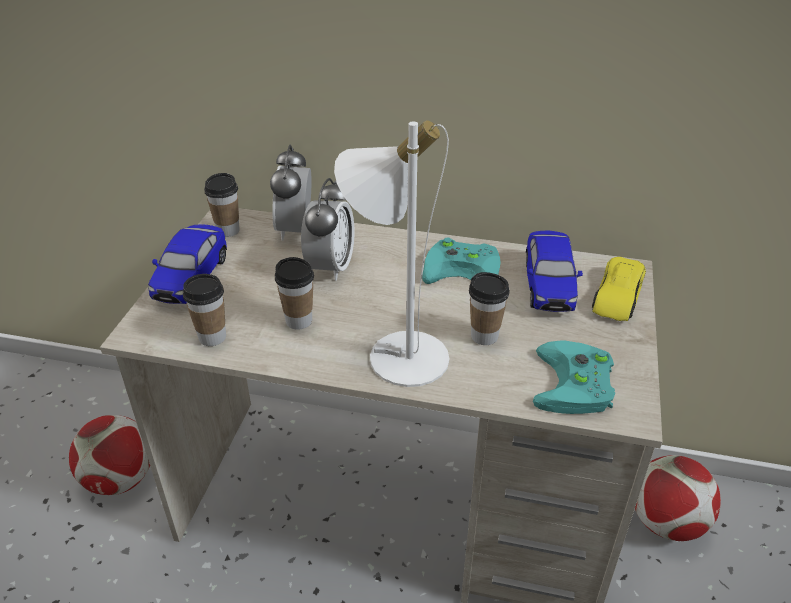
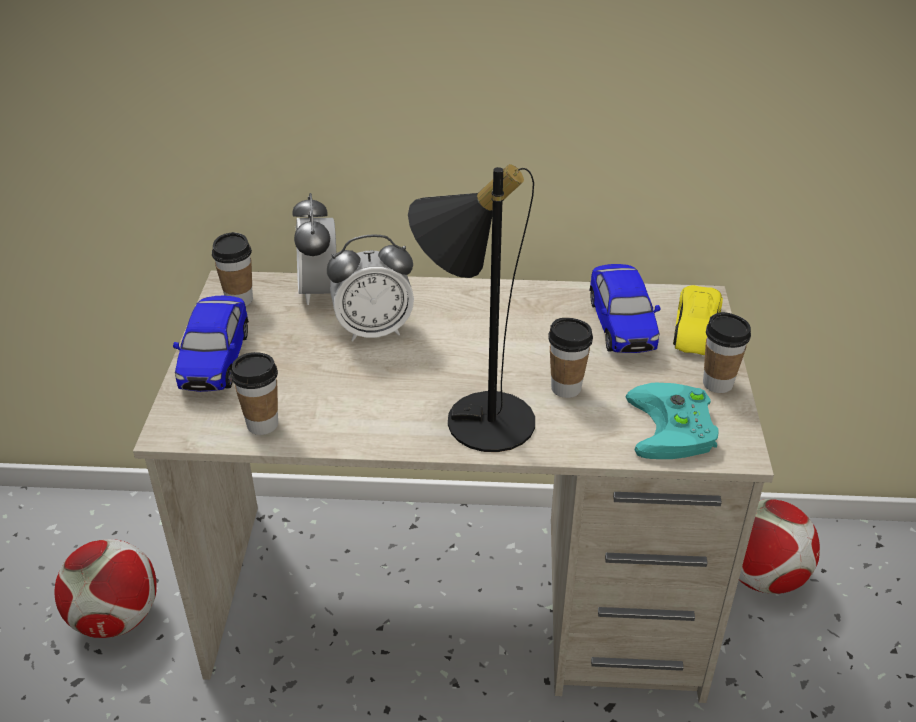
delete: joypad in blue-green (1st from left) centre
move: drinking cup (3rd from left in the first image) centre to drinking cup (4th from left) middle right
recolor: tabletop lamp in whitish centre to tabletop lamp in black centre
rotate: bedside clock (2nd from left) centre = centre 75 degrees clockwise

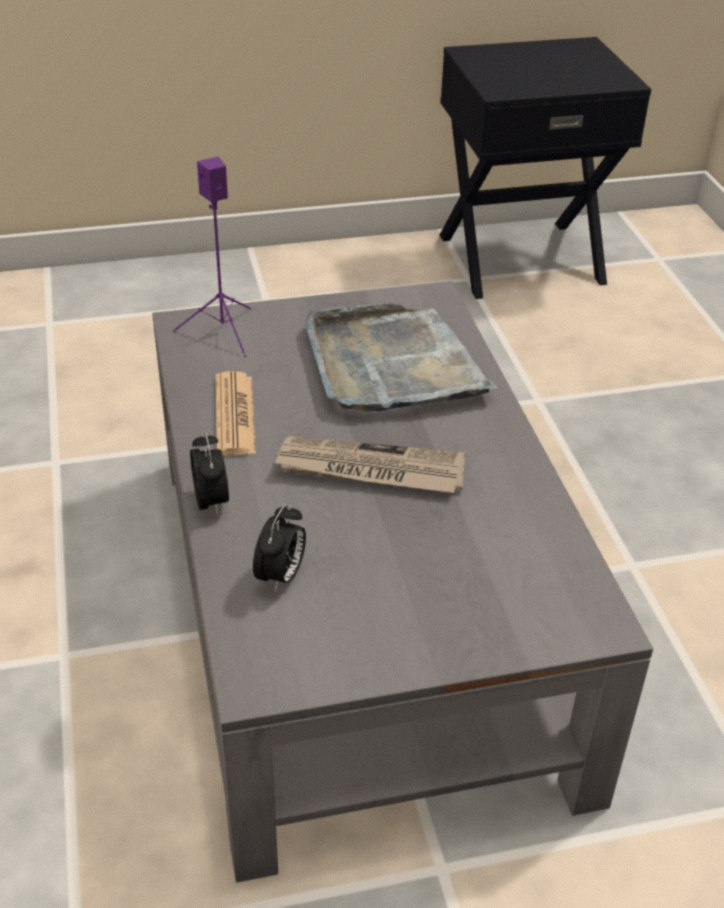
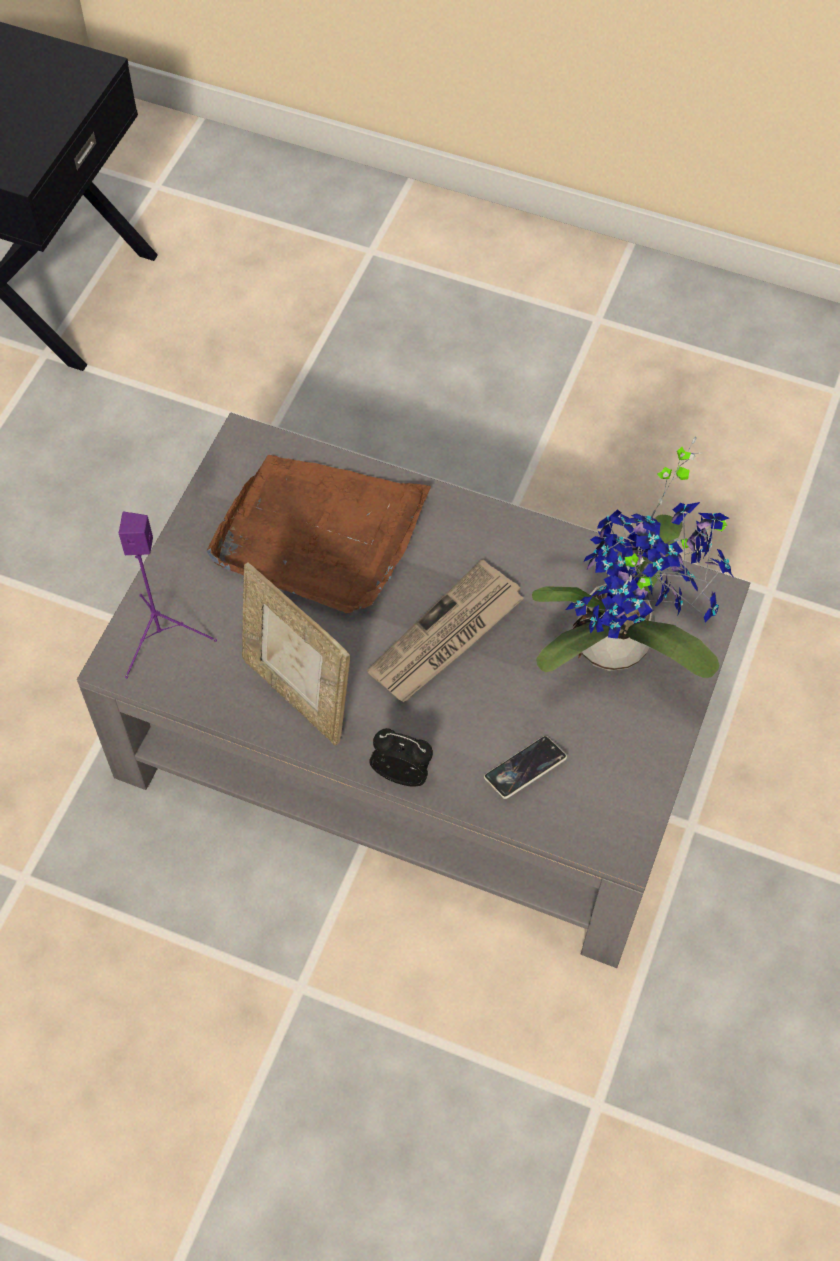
insert: potted plant middle right
replace: daily paper (1st from left) middle left to standing frame centre; bedside clock (2nd from left) centre to handset centre
recolor: tray in greyish centre to tray in brown centre

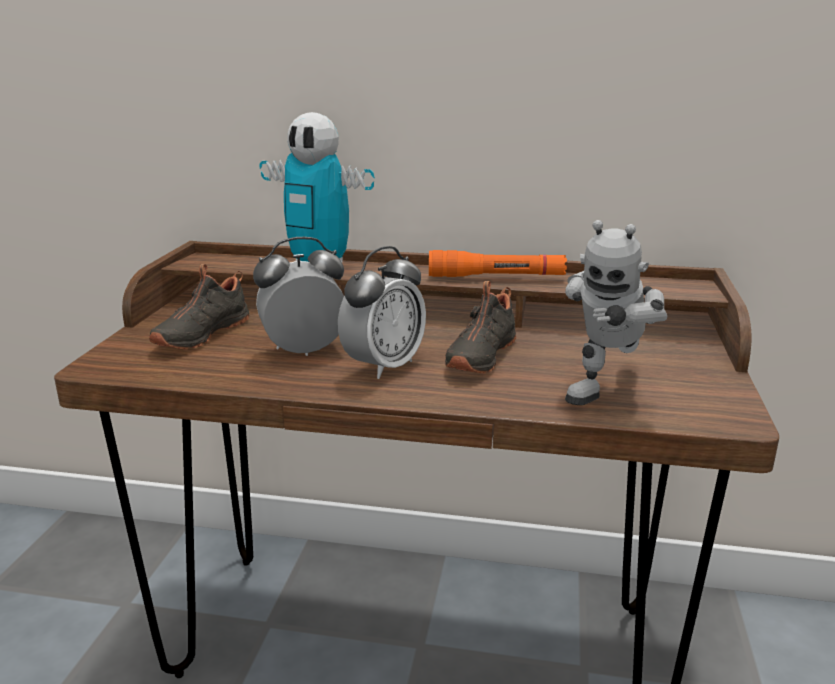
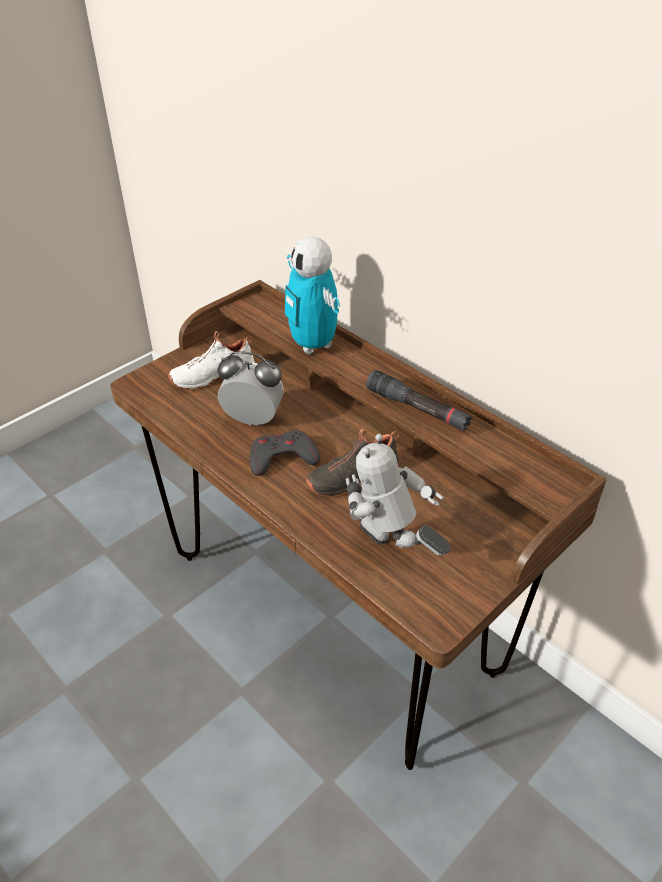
replace: bedside clock (2nd from left) centre to joypad in greyish centre
recolor: low shoe in black (1st from left) middle left to low shoe in whitish middle left; torch in orange centre to torch in black centre
rotate: toy robot (2nd from left) middle right = centre 60 degrees clockwise

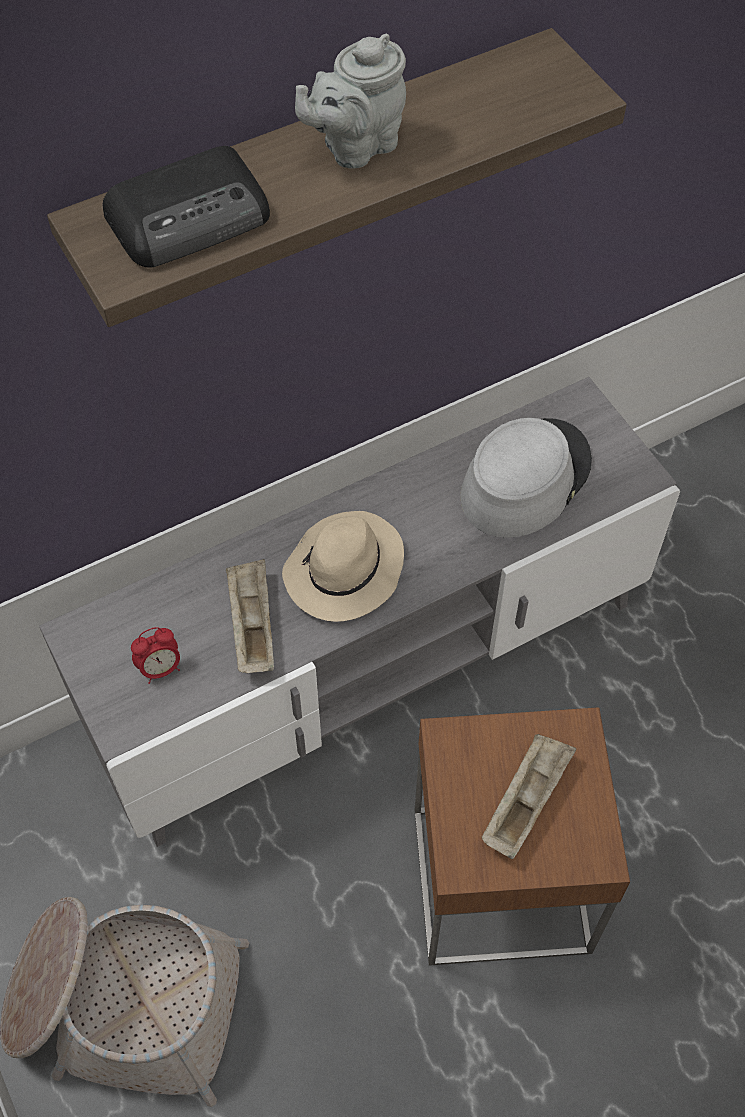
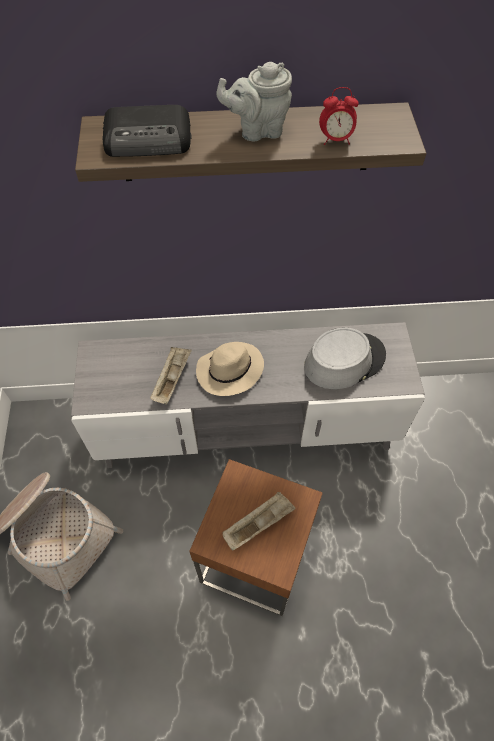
move: bedside clock middle left to top right

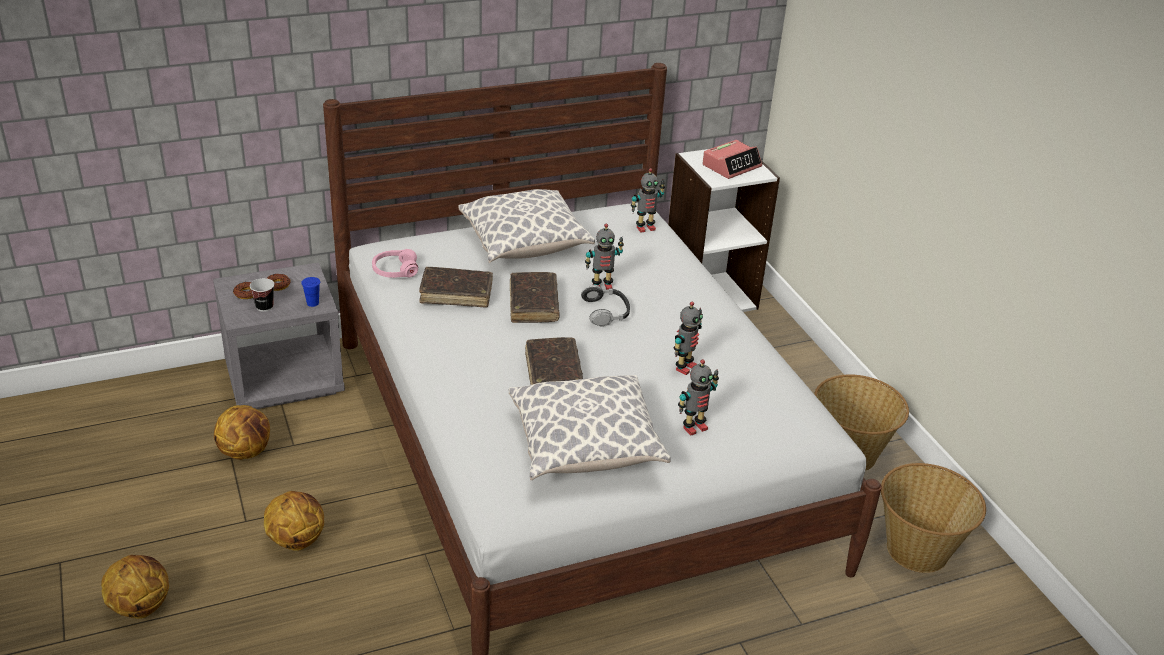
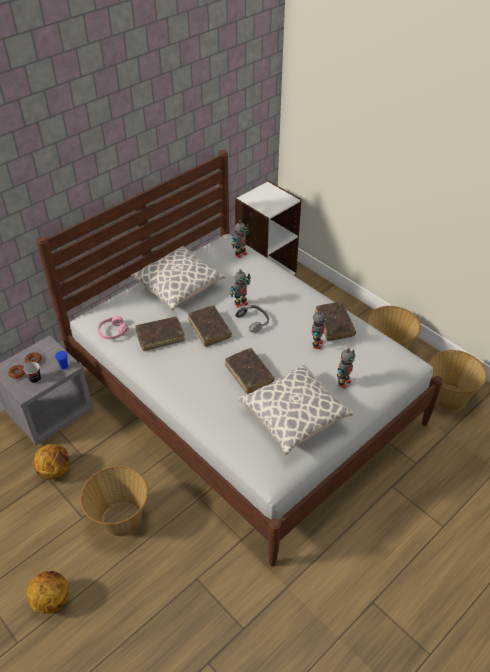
delete: bedside clock top centre
insert: book in brown (4th from left) middle right
replace: basketball (3rd from left) bottom left to basket (1st from left) bottom left

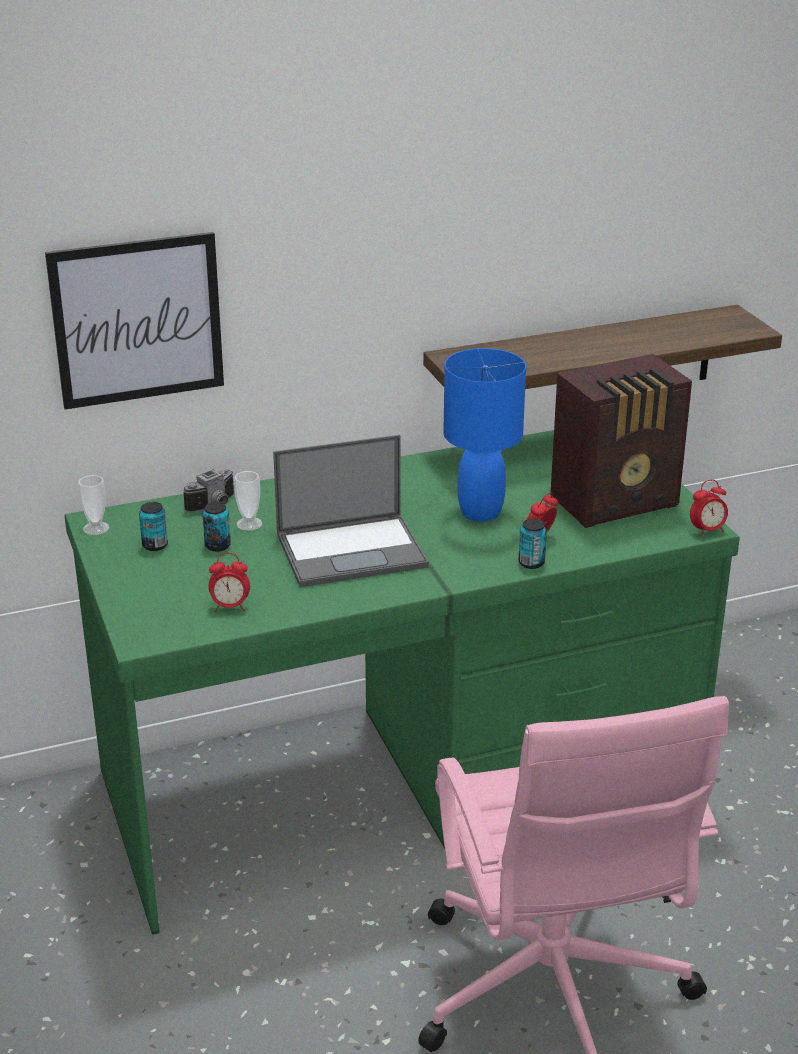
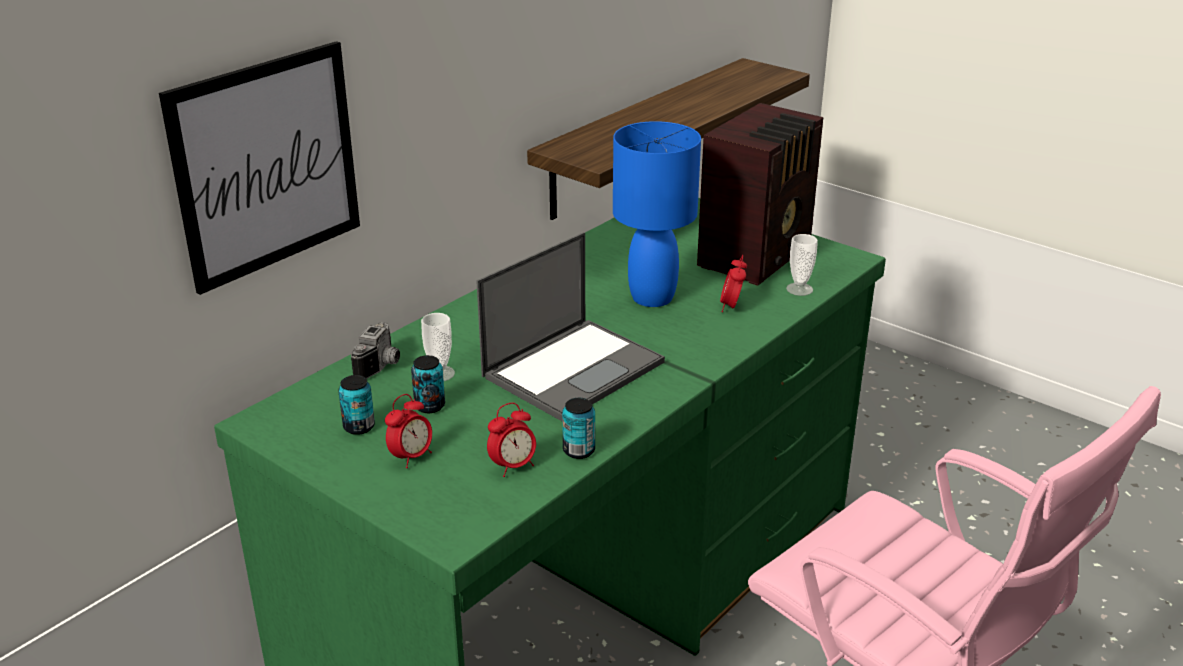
move: drinking cup (1st from left in the first image) middle left to drinking cup (2nd from left) middle right; can (3rd from left) middle right to centre; bedside clock (3rd from left in the first image) middle right to bedside clock (1st from left) centre

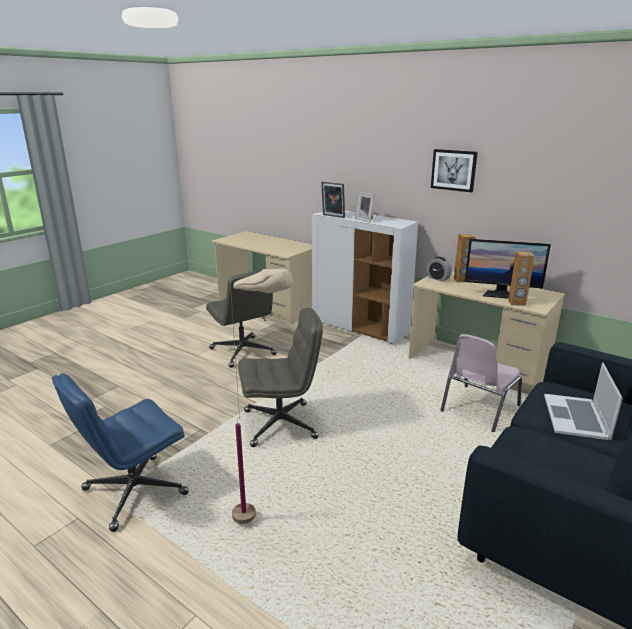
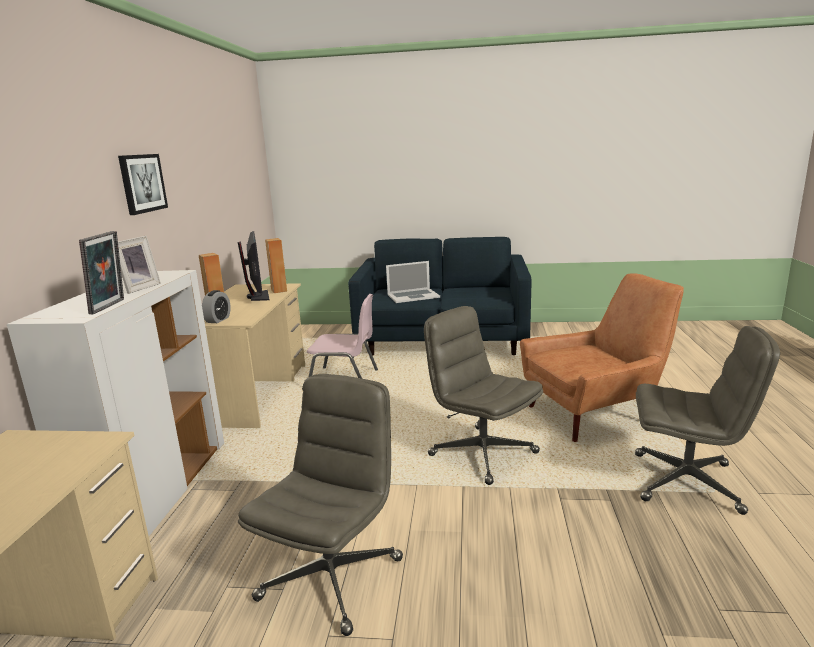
replace: floor lamp in beige-coloured centre to armchair in brown middle right
recolor: office chair in bluish bottom left to office chair in greyish (3rd from left) middle right

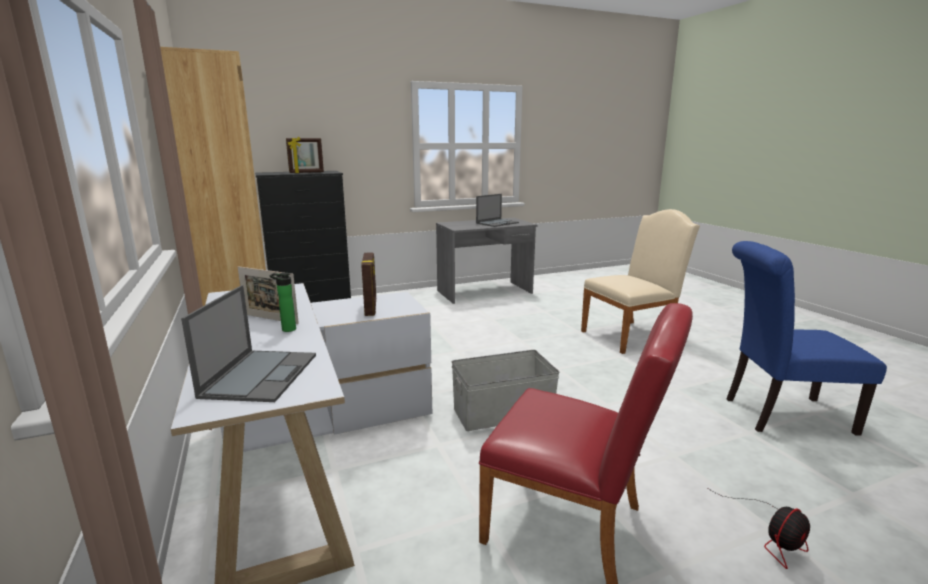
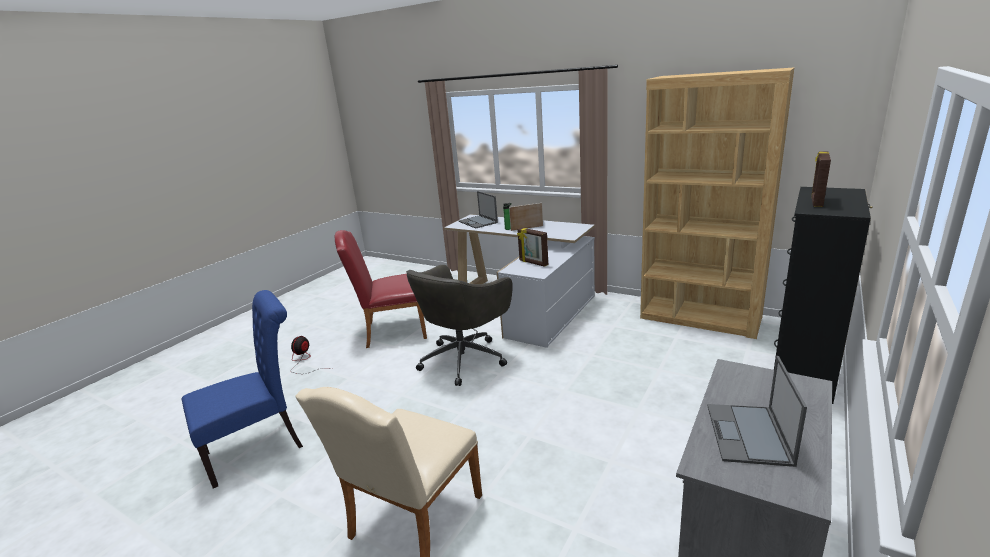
replace: storage box in greyish bottom centre to office chair in greyish centre

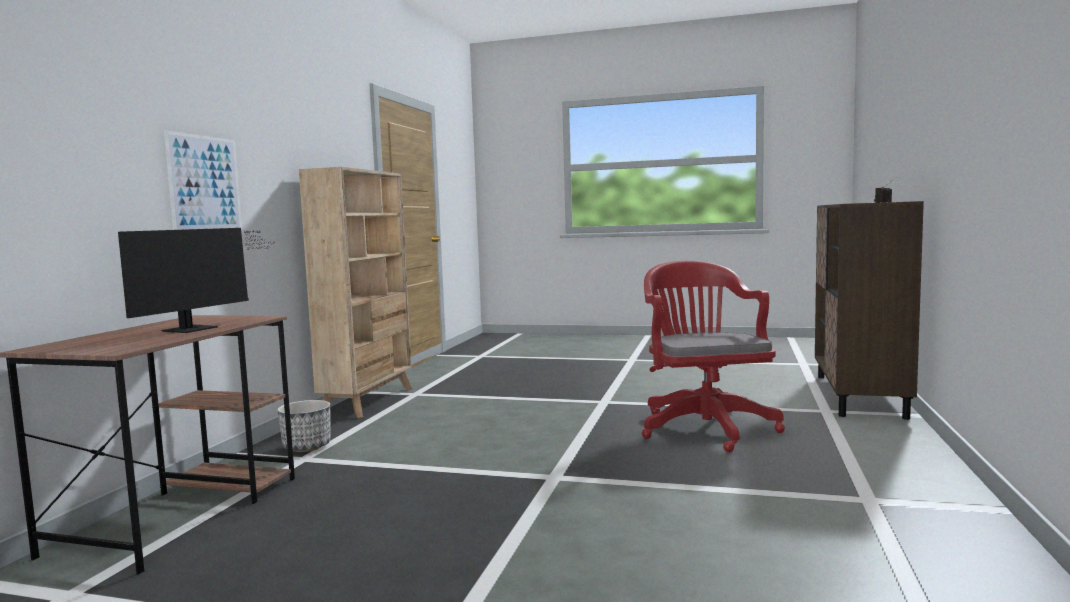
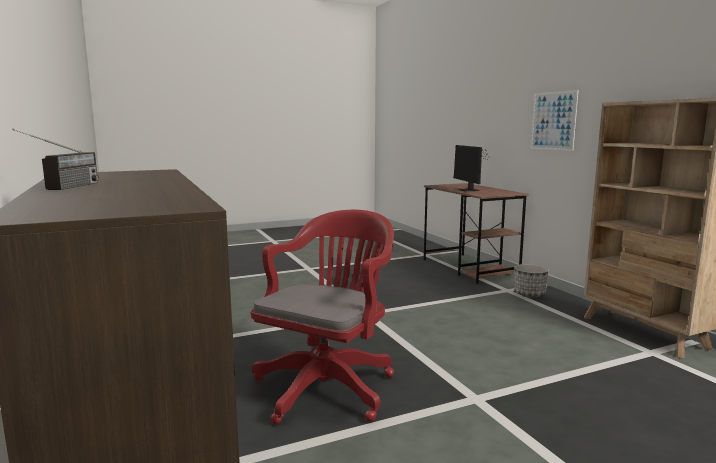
rotate: office chair in red-coloured centre = bottom centre 105 degrees counterclockwise

